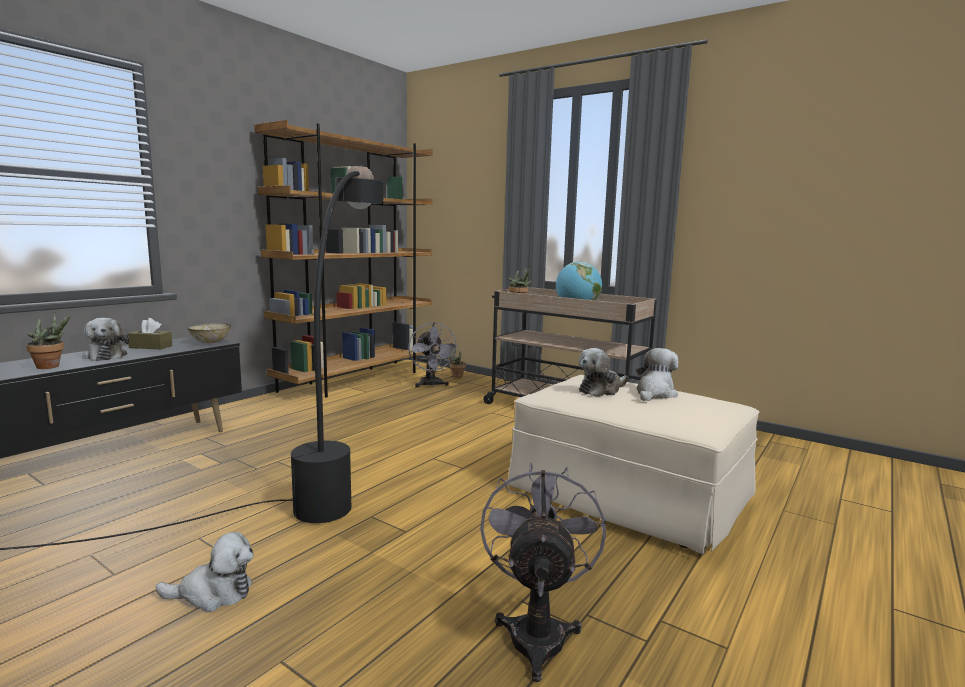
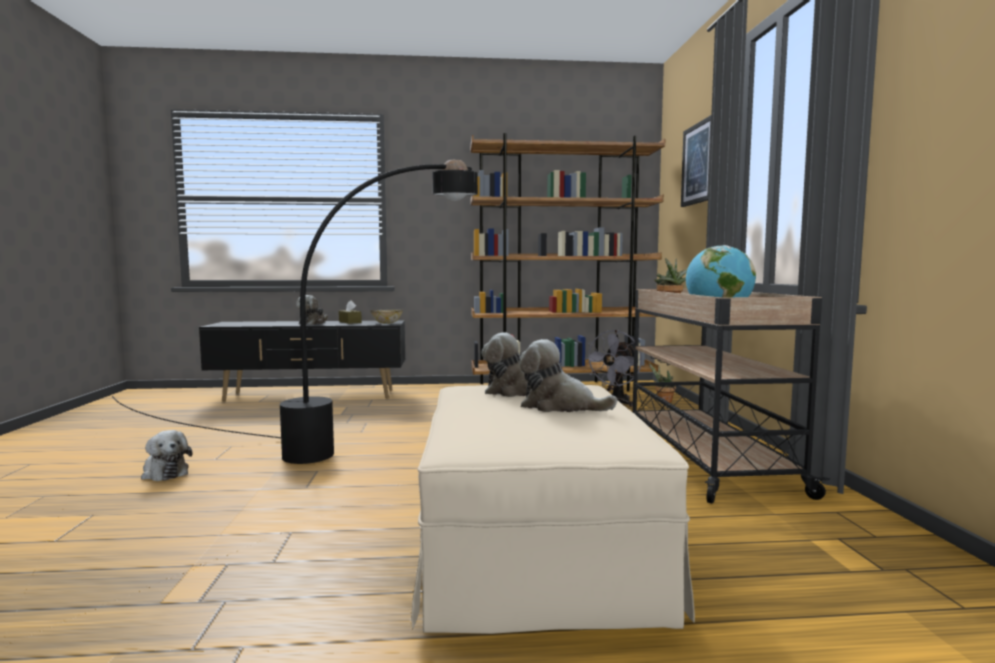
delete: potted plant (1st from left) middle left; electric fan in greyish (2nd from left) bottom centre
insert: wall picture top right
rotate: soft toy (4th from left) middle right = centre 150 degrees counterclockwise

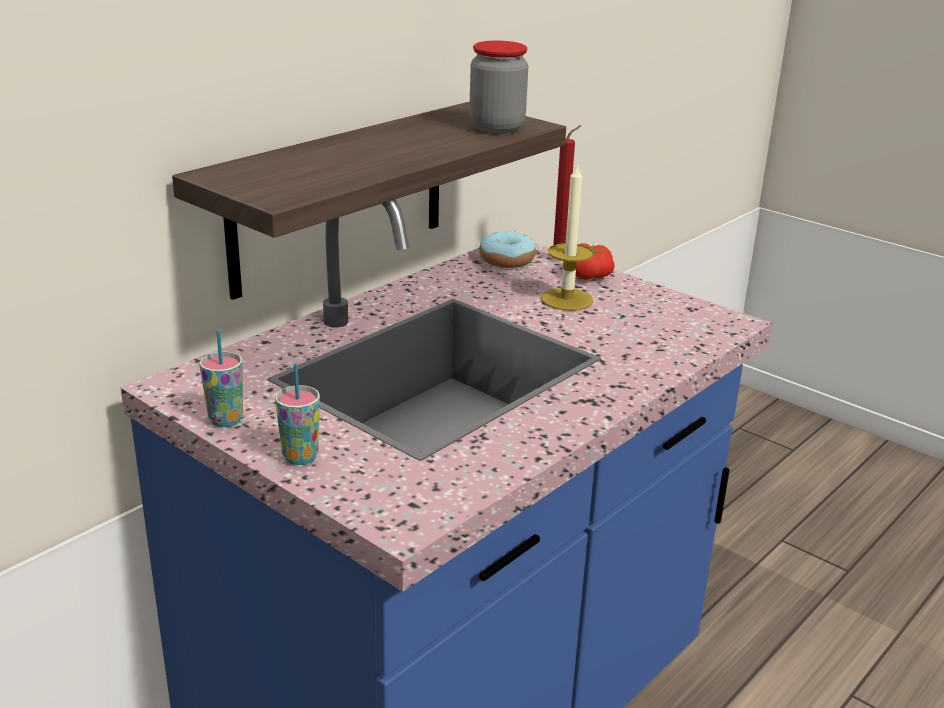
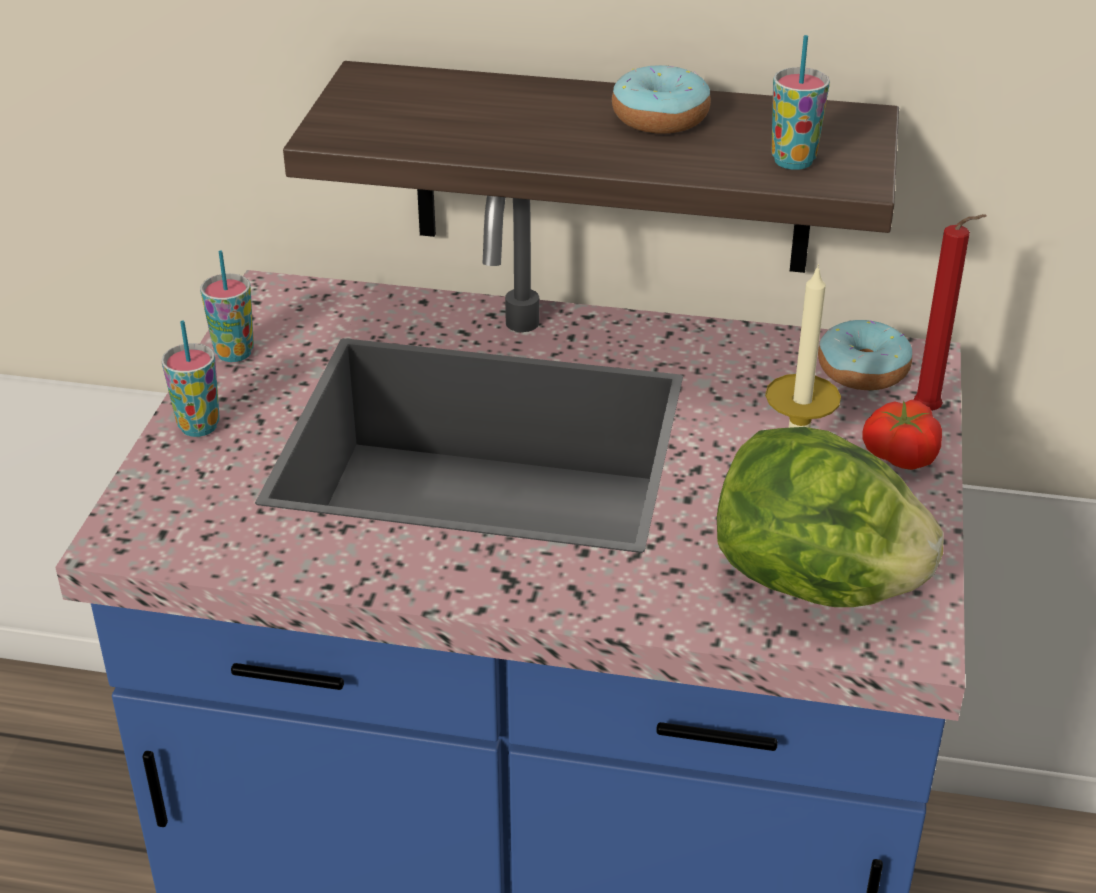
insert: doughnut (1st from left) top centre; head of lettuce middle right
replace: jar top centre to drinking cup (3rd from left) top right

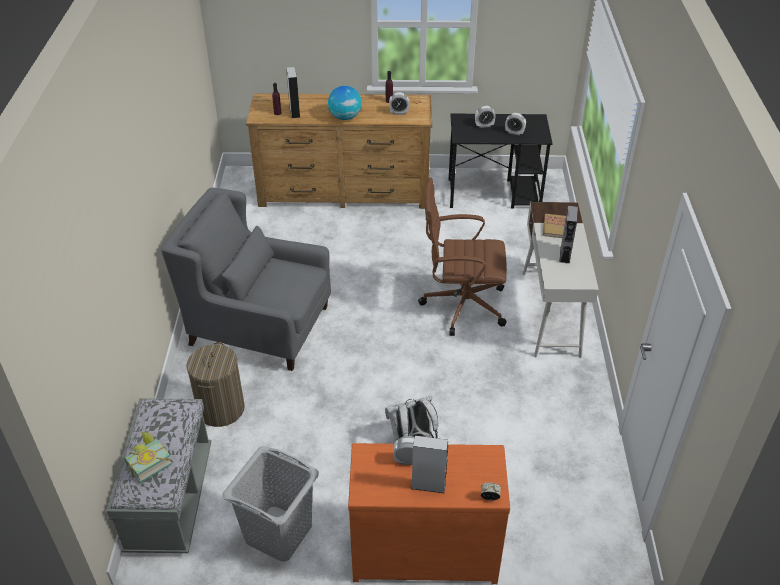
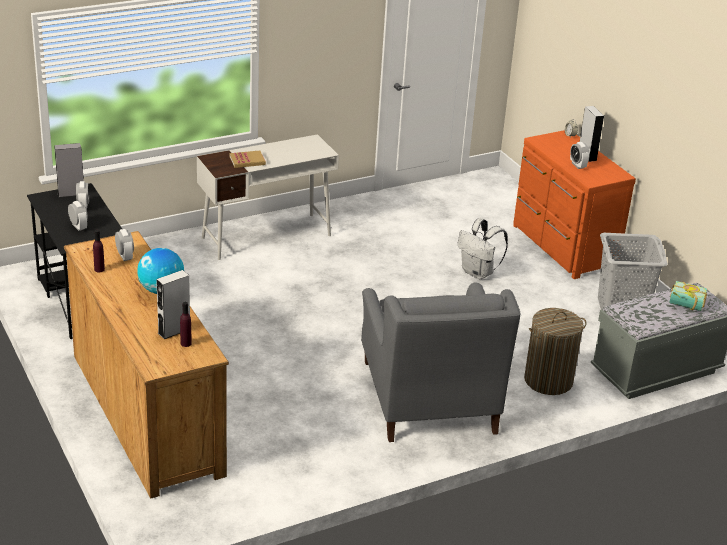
delete: office chair in brown centre
move: loudspeaker in greyish (3rd from left in the first image) middle right to loudspeaker in greyish (1st from left) top left

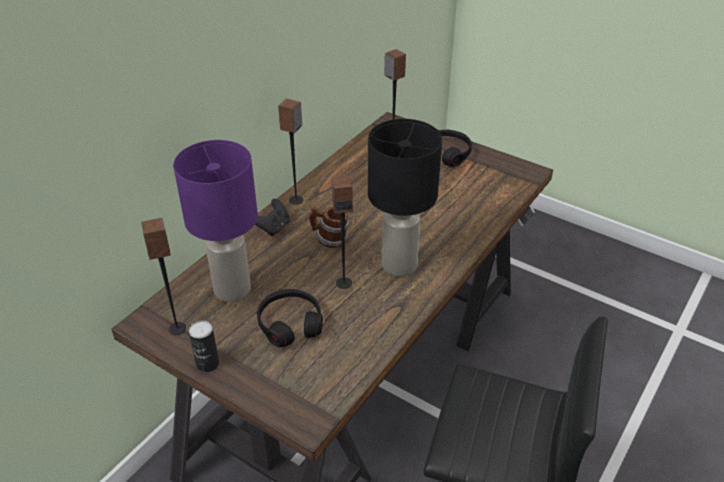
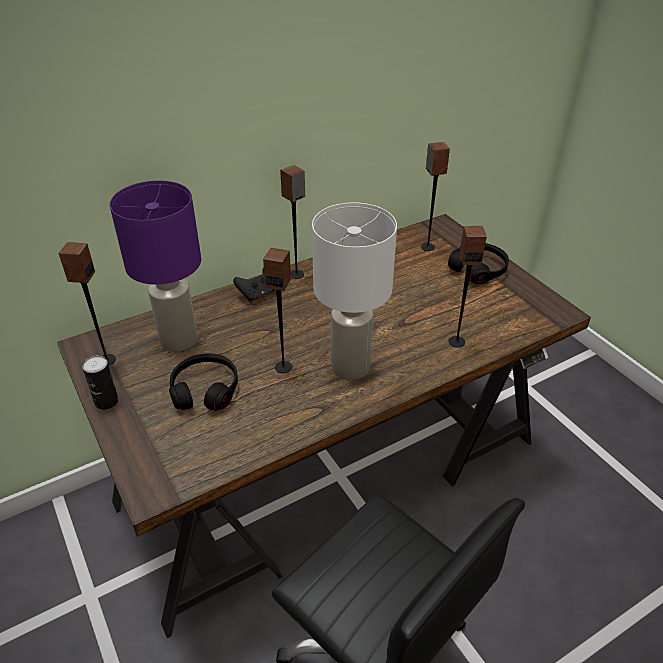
delete: mug centre
insert: loudspeaker (5th from left) middle right
recolor: tabletop lamp in black centre to tabletop lamp in whitish centre

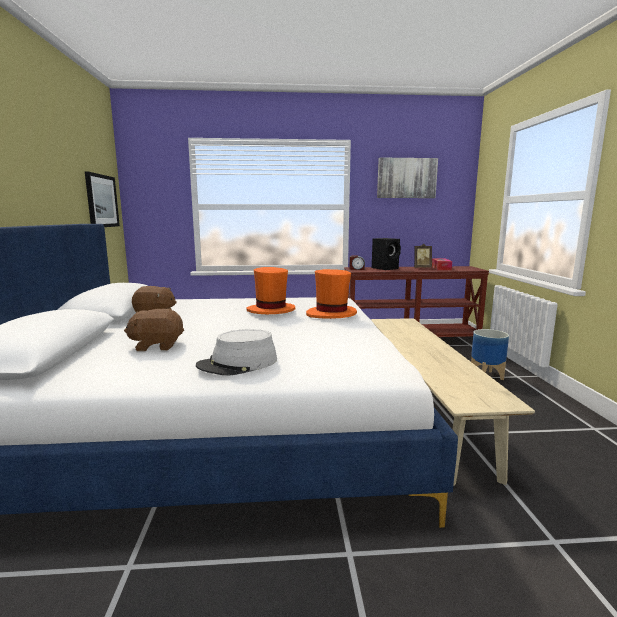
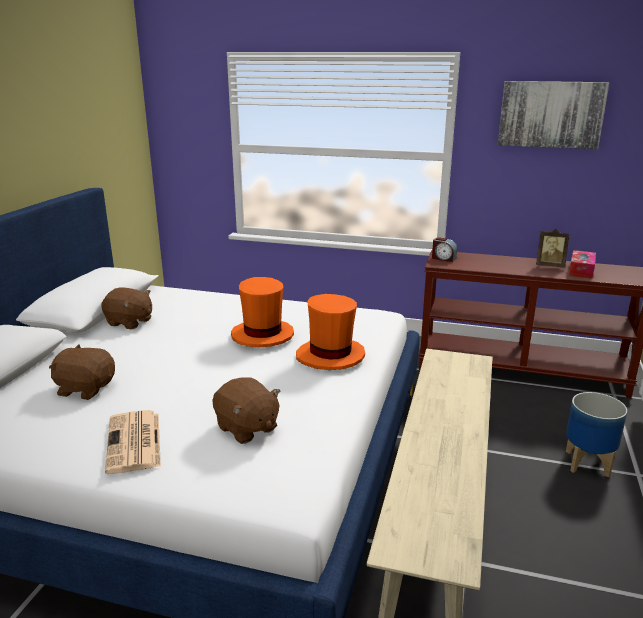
delete: wall picture (1st from left) top left; loudspeaker in black centre
insert: soft toy in brown (3rd from left) centre
replace: wearable hat in greyish centre to daily paper bottom left

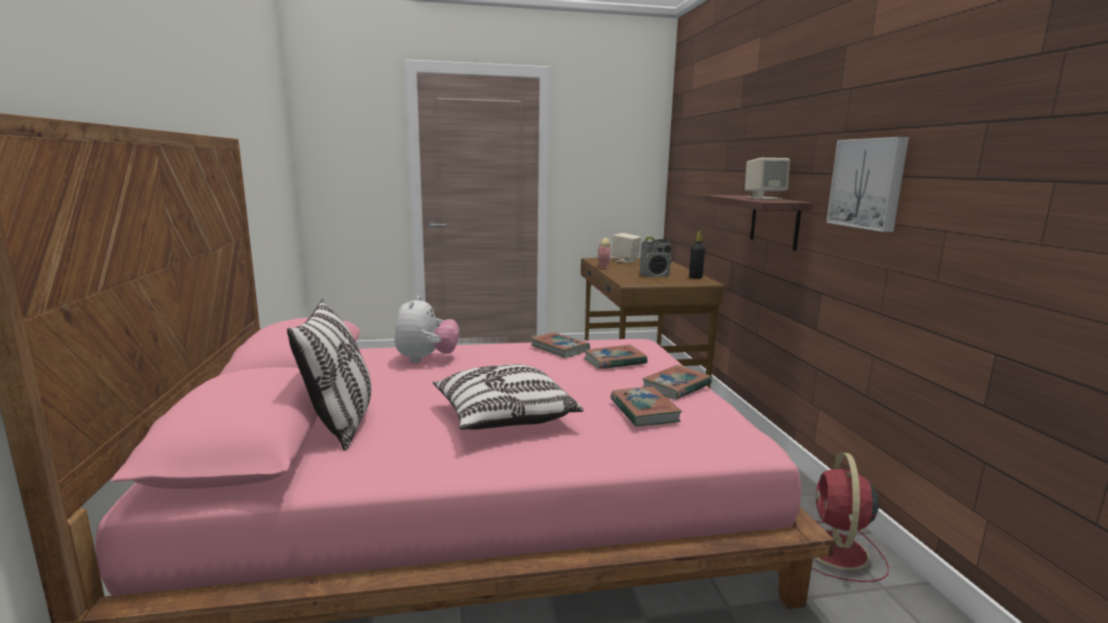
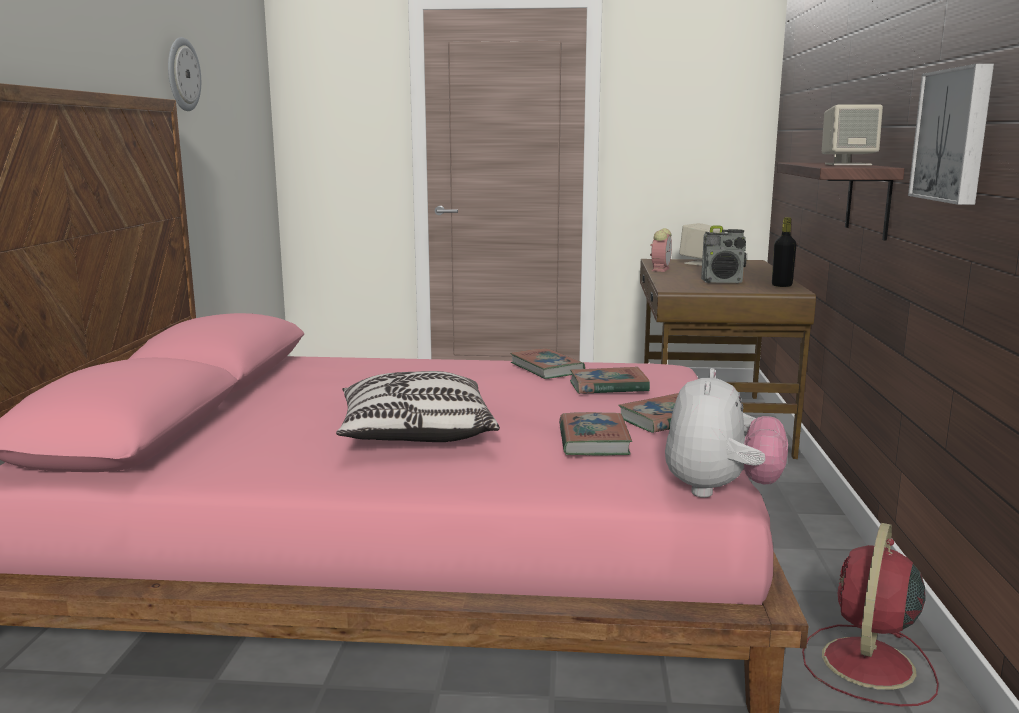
delete: pillow (1st from left) middle left
insert: hanging clock top left
move: soft toy centre to middle right

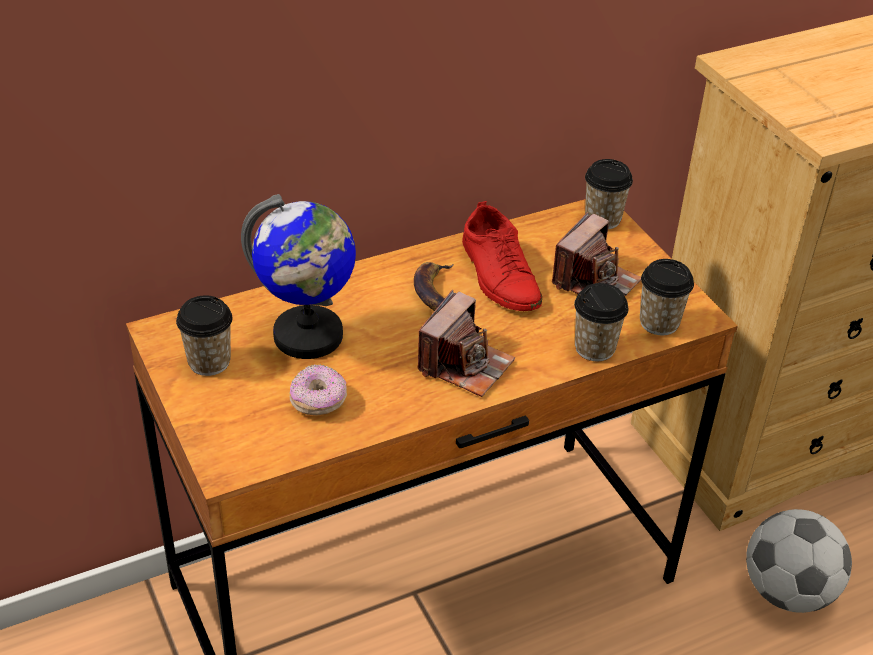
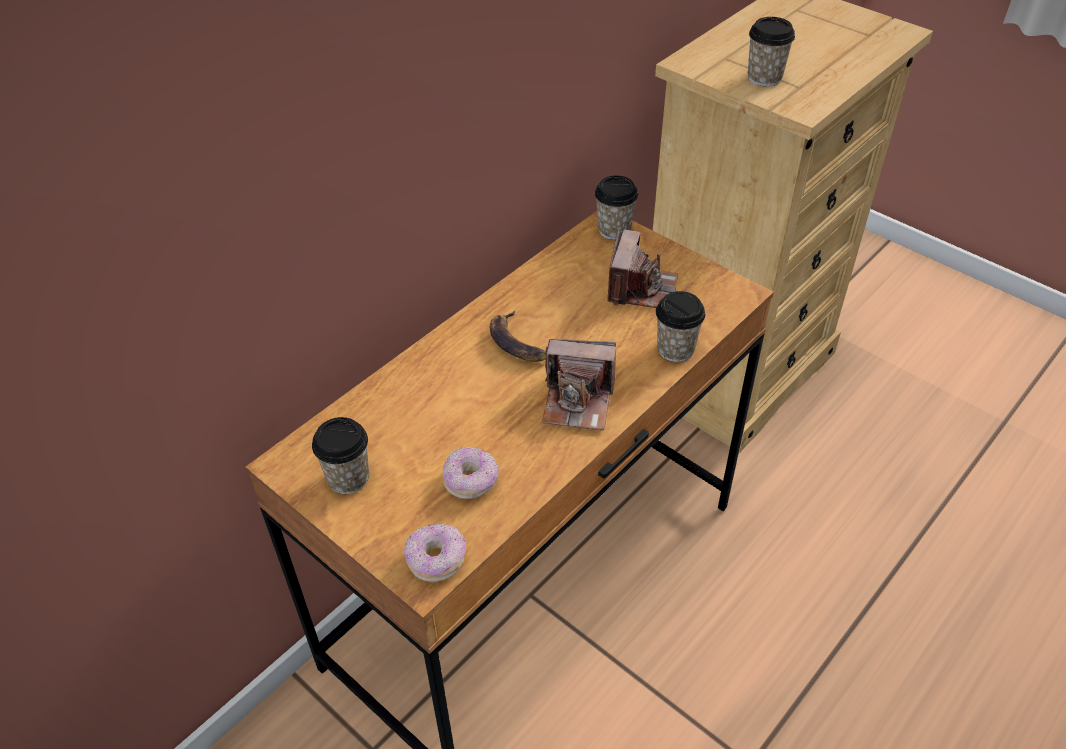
delete: world globe centre; low shoe in red-coloured centre; ball for football bottom right
insert: doughnut (1st from left) bottom centre
move: drinking cup (4th from left) middle right to top right
rotate: still camera (1st from left) centre = centre 90 degrees clockwise

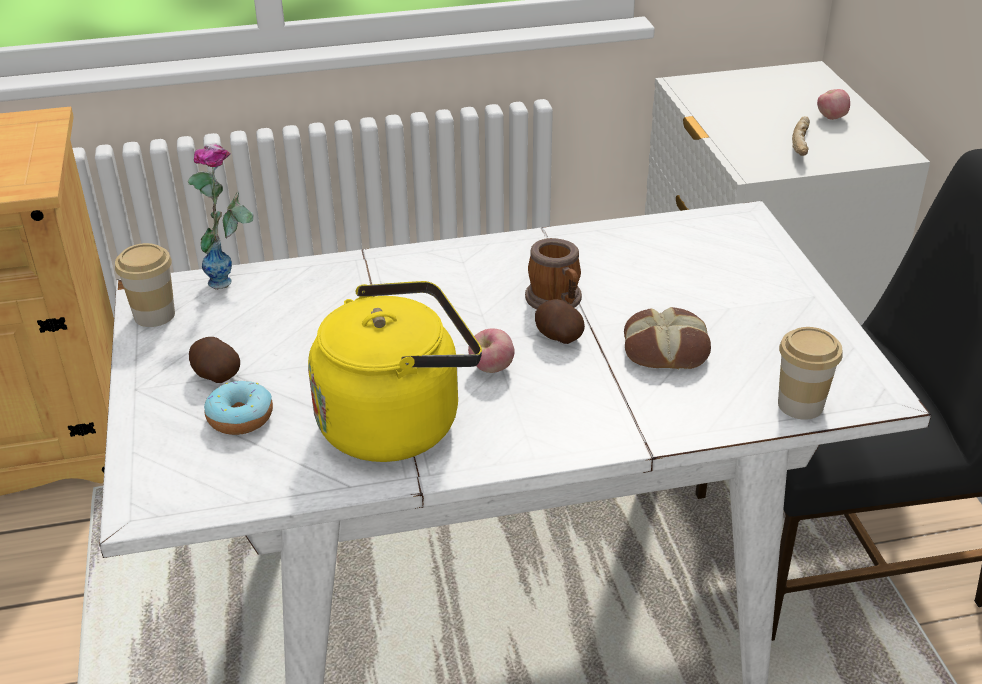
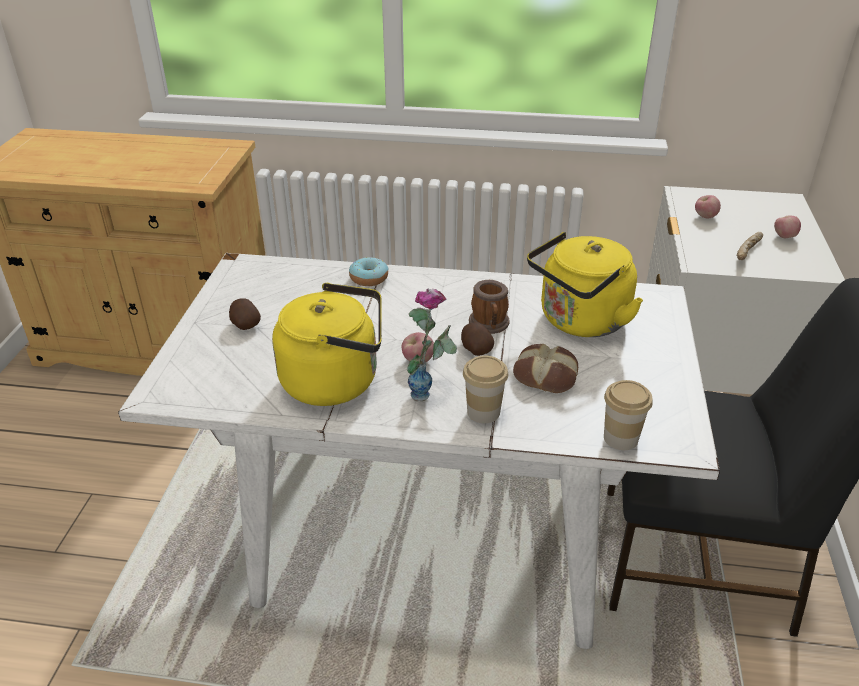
insert: tea kettle in yellowish (2nd from left) middle right; apple fruit (2nd from left) top right
move: drinking cup (1st from left) middle left to centre; decorative vase top left to centre; doughnut middle left to centre

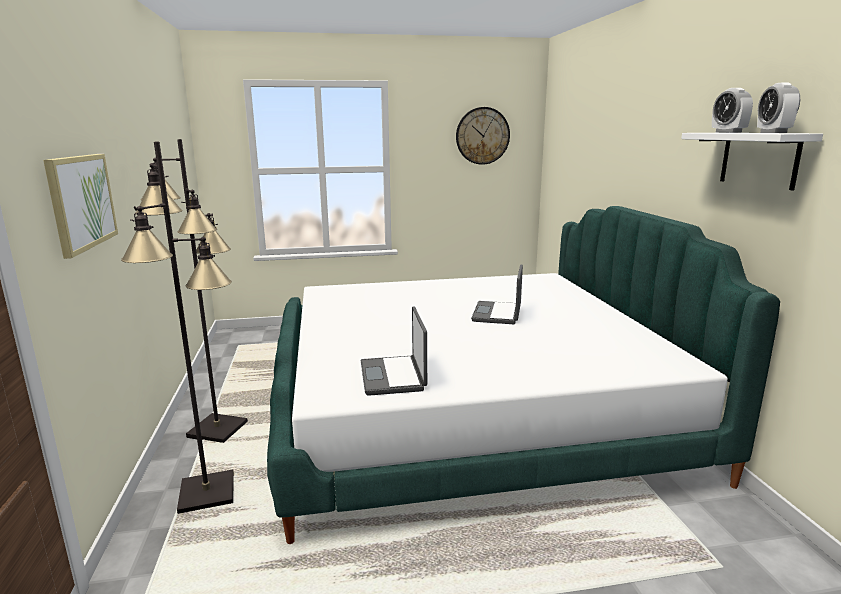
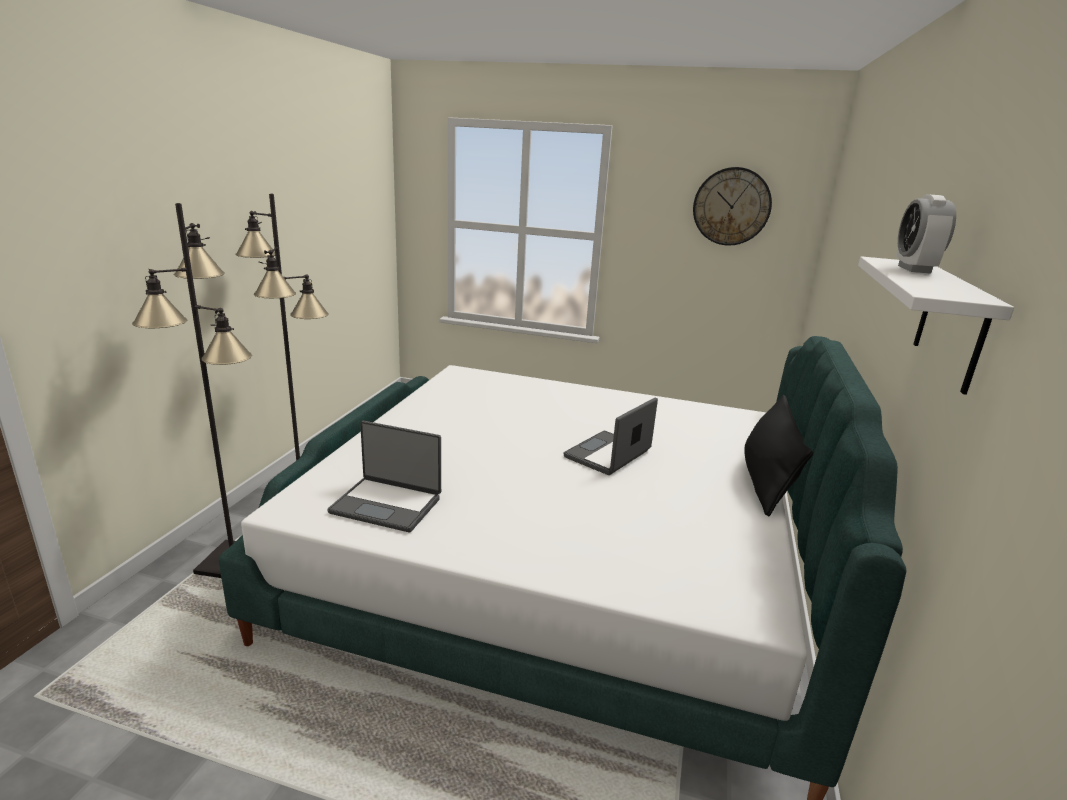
delete: wall picture middle left; bedside clock (2nd from left) top right
insert: pillow in black middle right
rotate: laptop (1st from left) centre = centre 90 degrees counterclockwise

